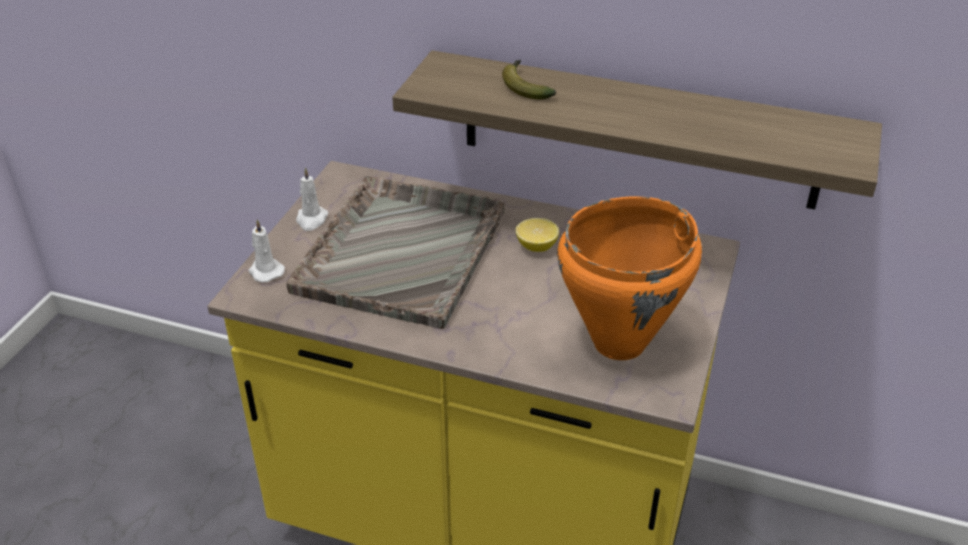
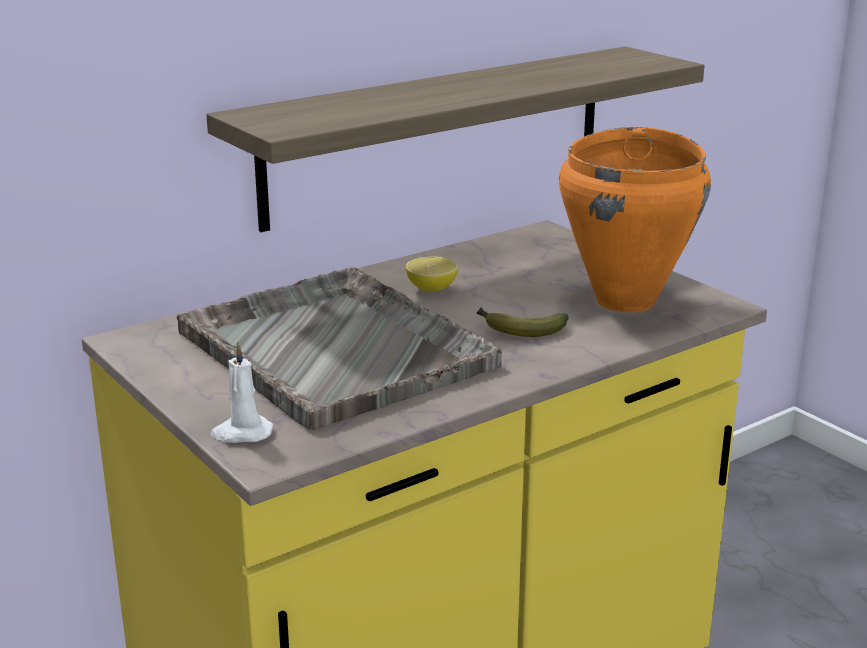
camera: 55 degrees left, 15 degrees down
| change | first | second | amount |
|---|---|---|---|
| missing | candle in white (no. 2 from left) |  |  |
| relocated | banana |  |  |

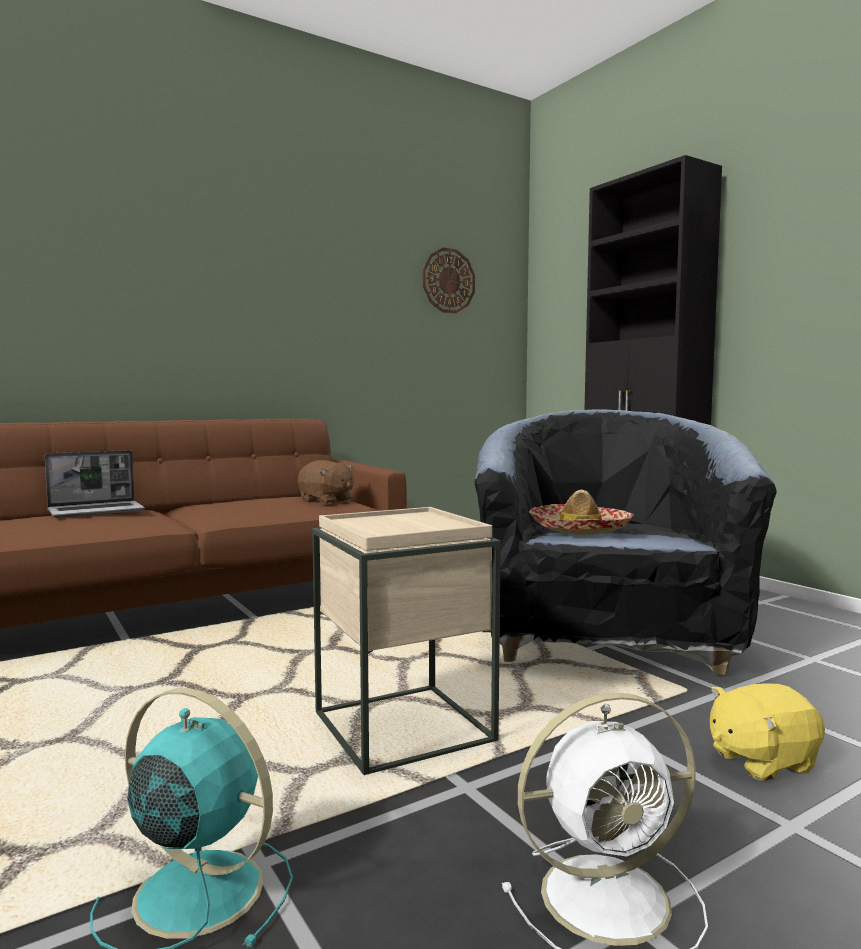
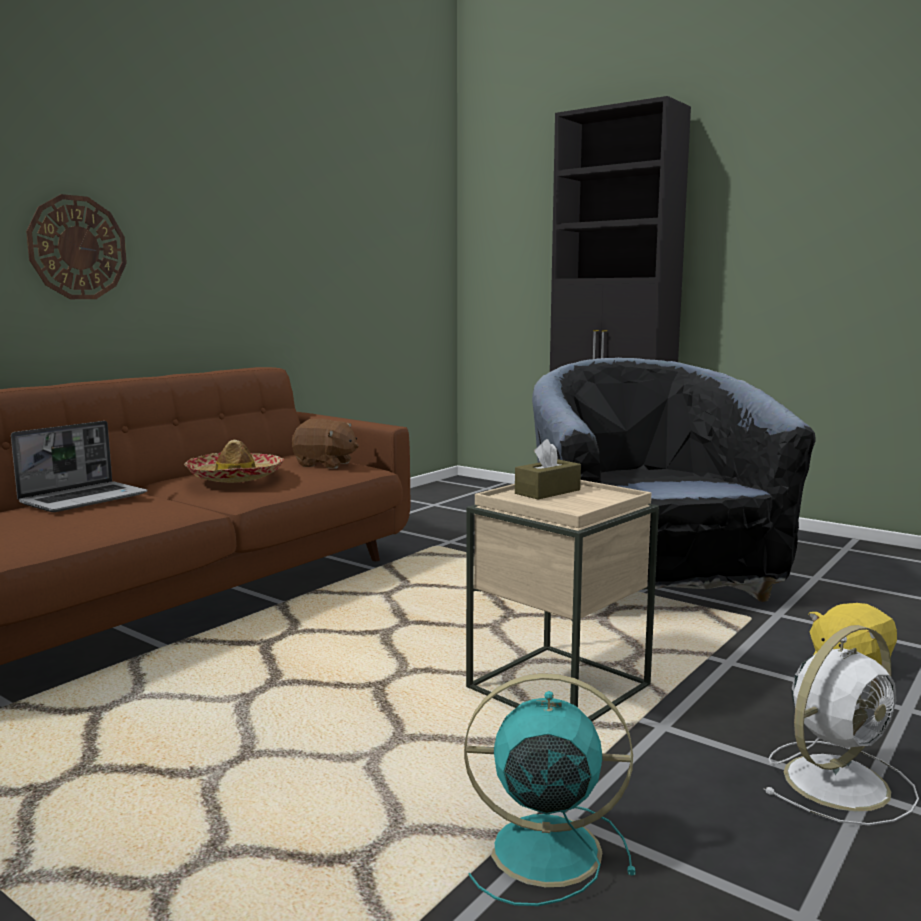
camera: 20 degrees left, 5 degrees up
| change | first | second | amount |
|---|---|---|---|
| relocated | wall clock |  |  |
| relocated | hat |  |  |
| appeared |  | tissue box in brown |  |

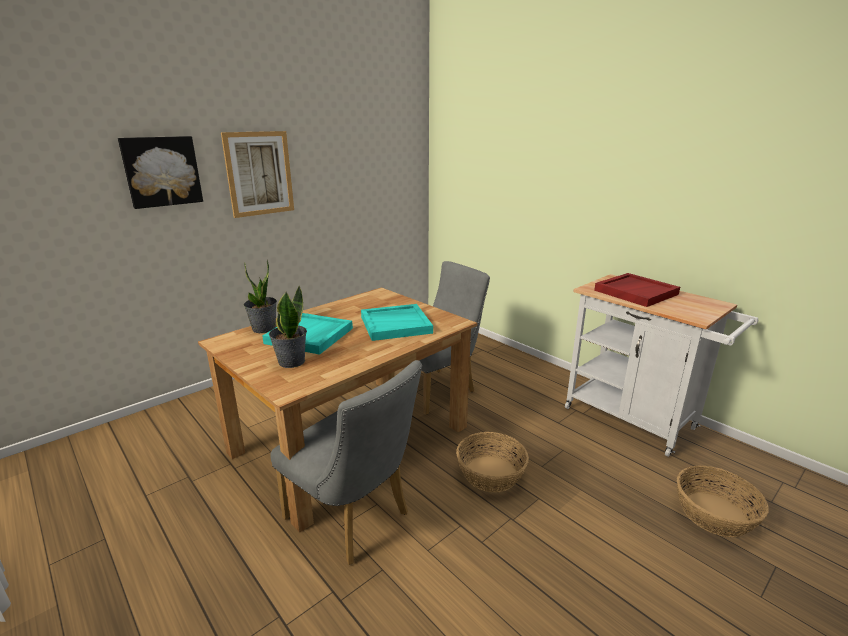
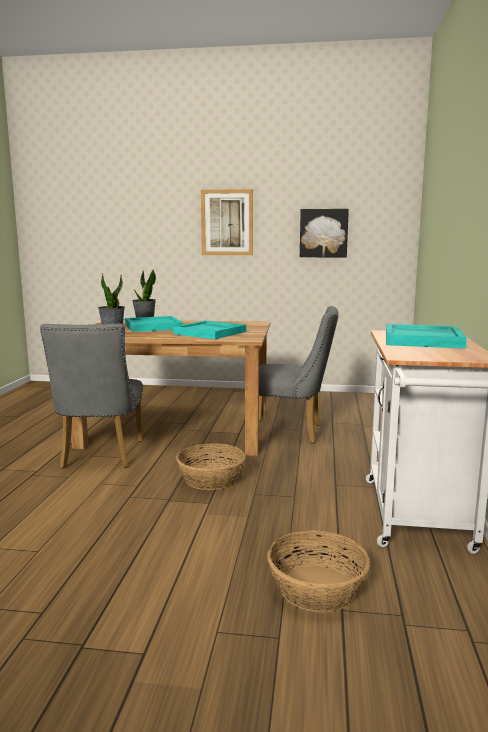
camera: 50 degrees right, 10 degrees down
| change | first | second | amount |
|---|---|---|---|
| relocated | picture (no. 1 from left in the first image) | picture (no. 2 from left) |  |
| colour | tray in red | tray in turquoise (no. 3 from left) |  |

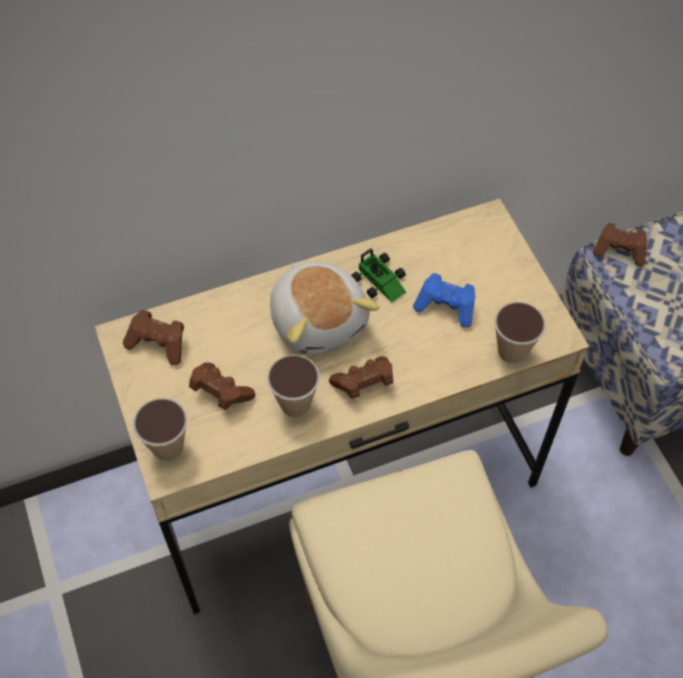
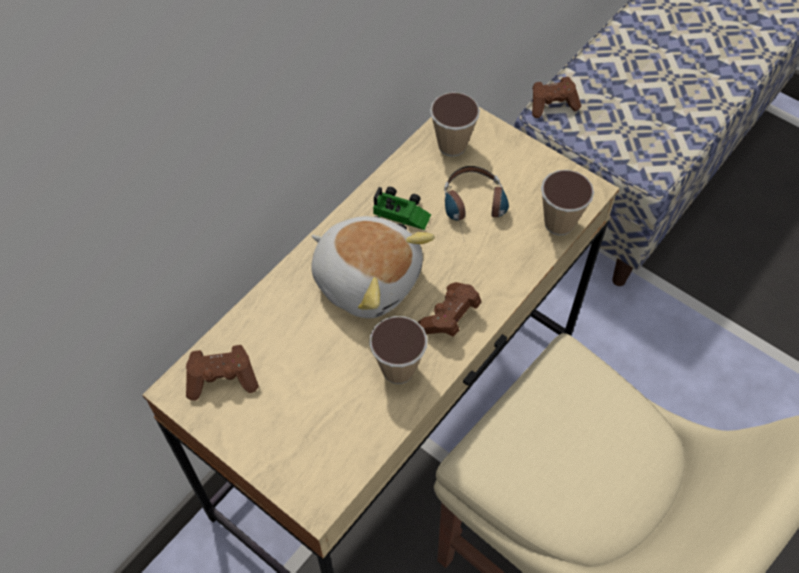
camera: 30 degrees left, 0 degrees up
| change | first | second | amount |
|---|---|---|---|
| relocated | cup (no. 1 from left in the first image) | cup (no. 2 from left) |  |
| missing | game controller in brown (no. 2 from left) |  |  |
| exchanged | game controller in blue | headphones |  |

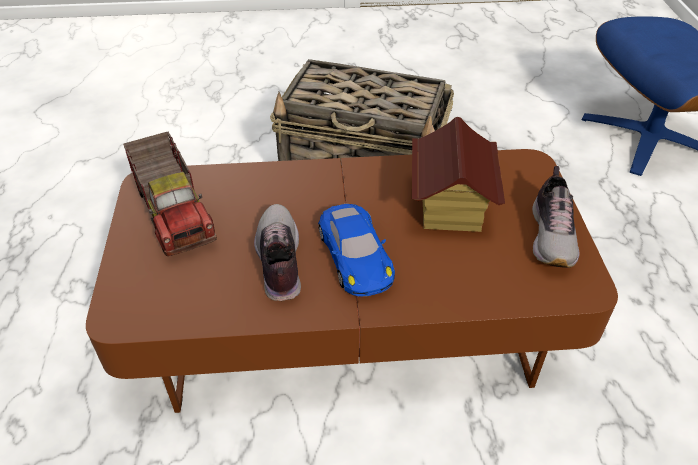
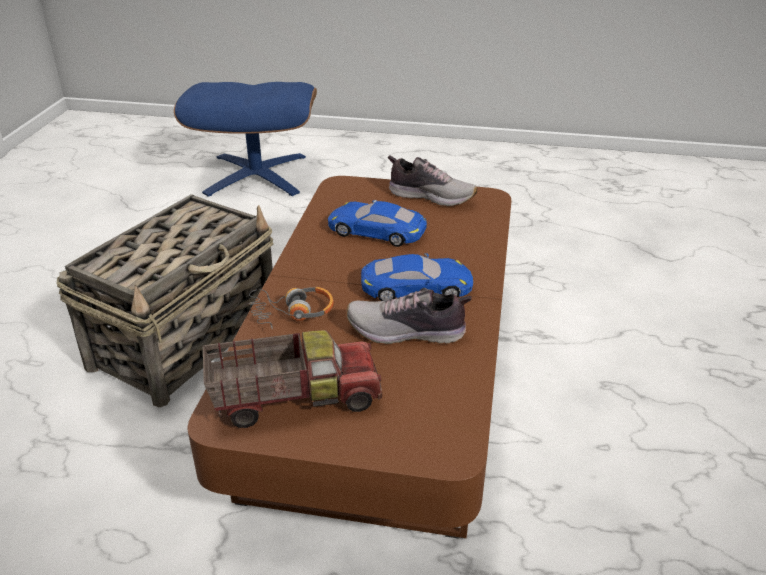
camera: 75 degrees left, 10 degrees down
| change | first | second | amount |
|---|---|---|---|
| exchanged | toy house | toy car in blue (no. 1 from left) |  |
| appeared |  | headphones |  |

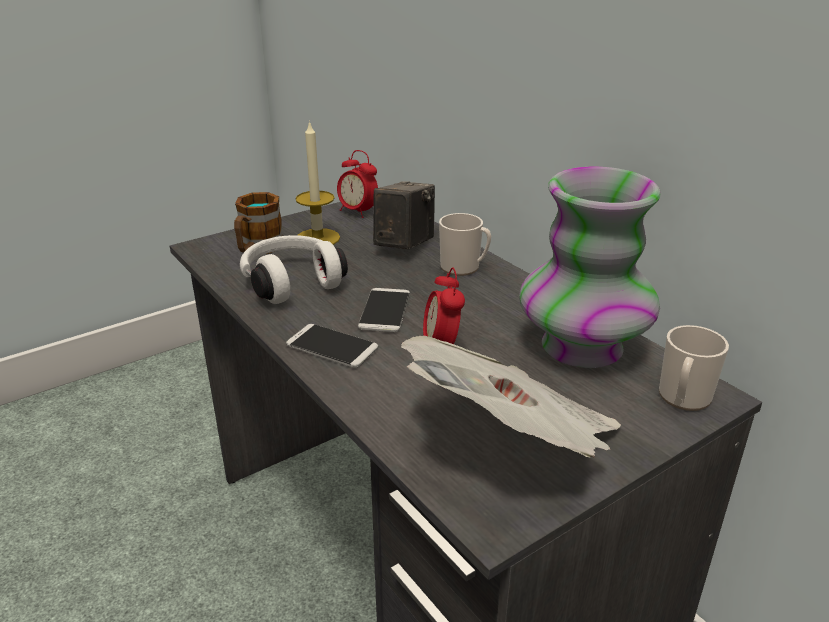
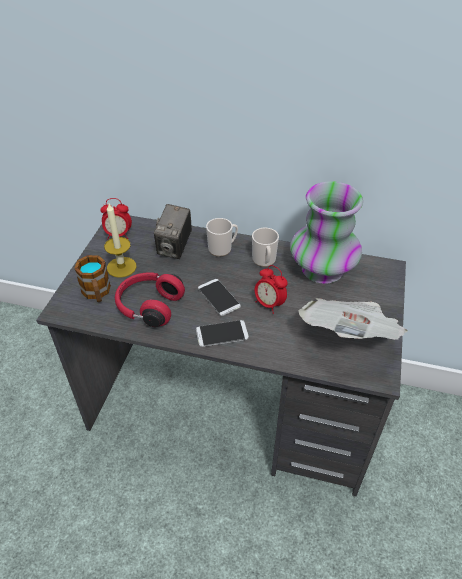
camera: 40 degrees left, 15 degrees up
| change | first | second | amount |
|---|---|---|---|
| colour | headphones in white | headphones in red |  |
| spun | photo camera |  | 150 degrees counterclockwise |
| relocated | mug (no. 3 from left) |  |  |

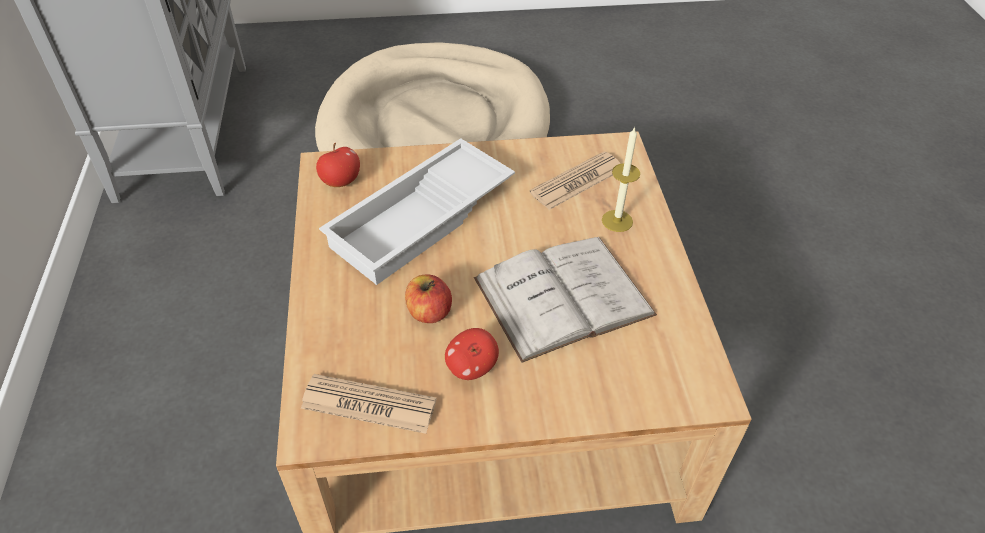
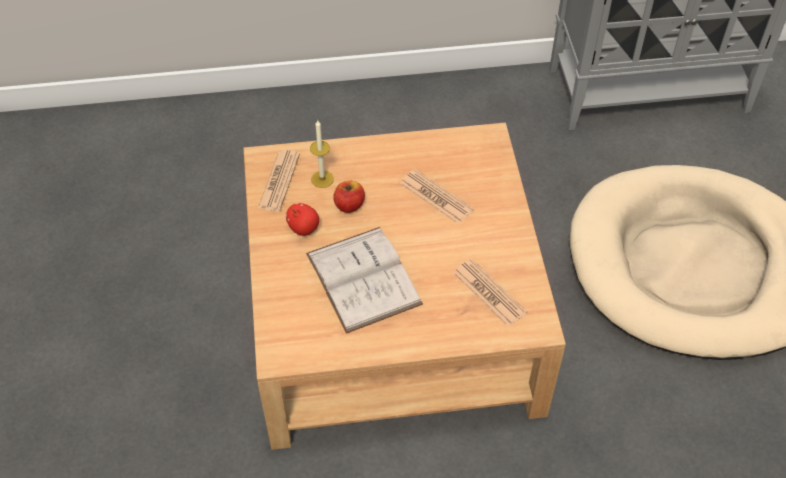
camera: 90 degrees right, 5 degrees up
| change | first | second | amount |
|---|---|---|---|
| missing | apple (no. 1 from left) |  |  |
| exchanged | tray in white | newspaper (no. 2 from left) |  |
| relocated | candle |  |  |

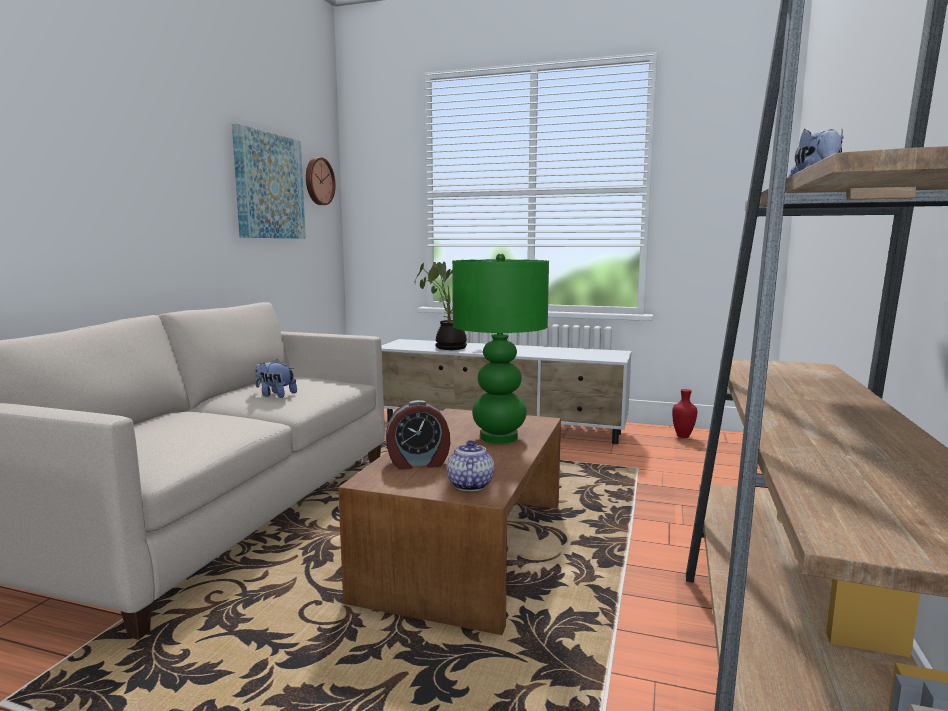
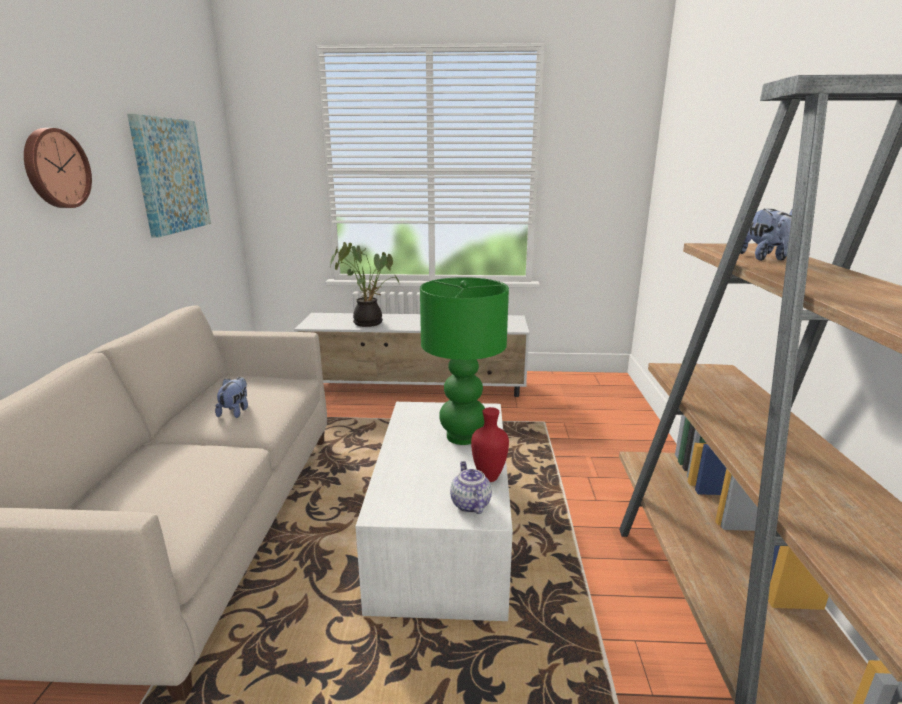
camera: 15 degrees left, 10 degrees up
| change | first | second | amount |
|---|---|---|---|
| spun | plush toy (no. 1 from left) |  | 90 degrees clockwise |
| relocated | wall clock |  |  |
| colour | coffee table in brown | coffee table in white |  |
| missing | alarm clock |  |  |
| relocated | vase in red |  |  |

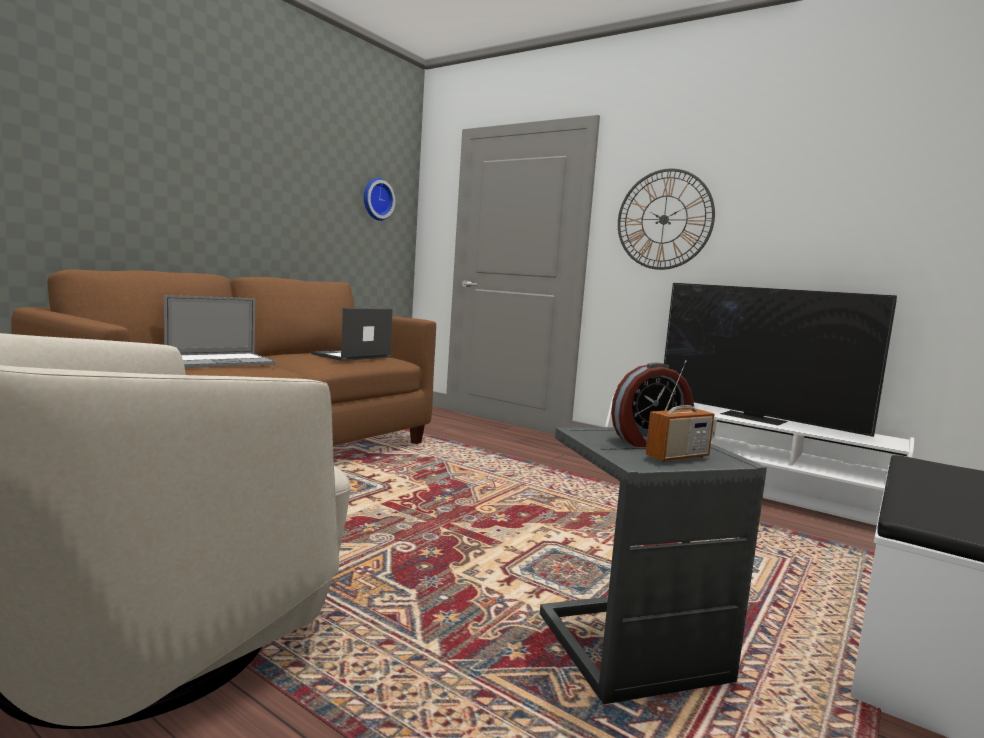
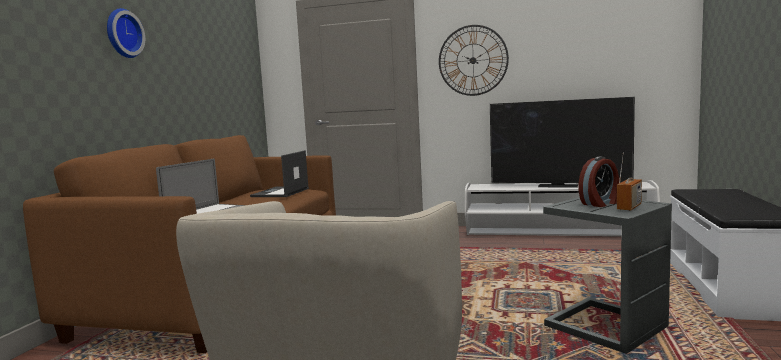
camera: 20 degrees left, 0 degrees up
| change | first | second | amount |
|---|---|---|---|
| relocated | wall clock (no. 1 from left) |  |  |

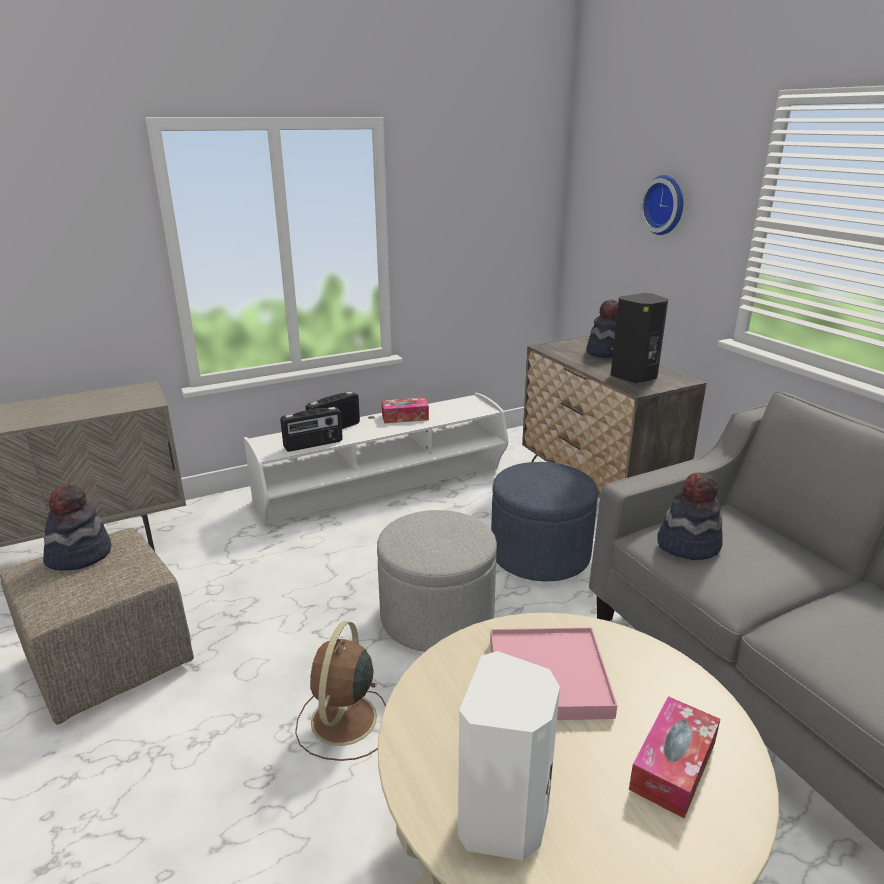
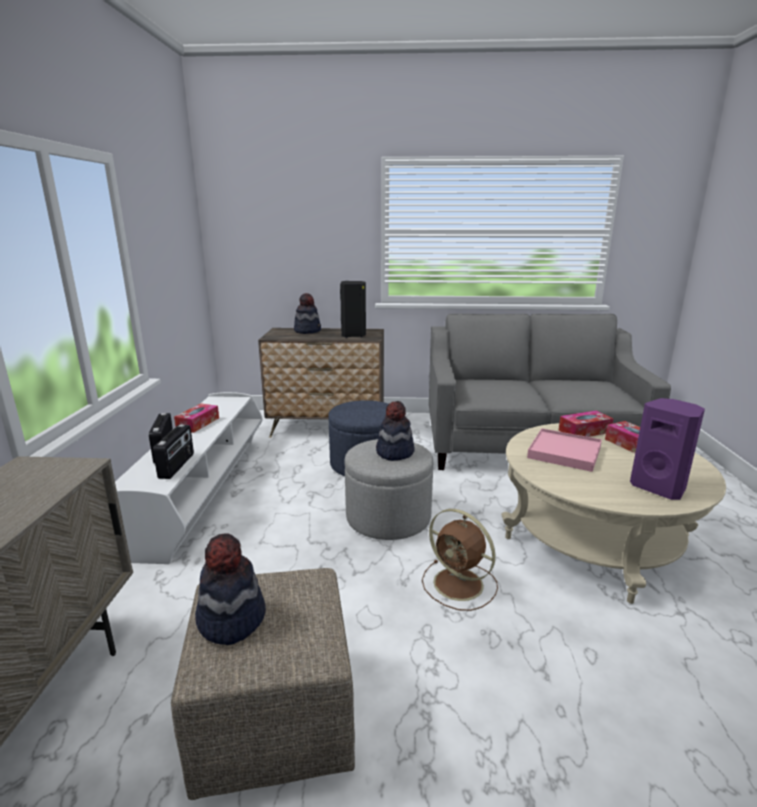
camera: 60 degrees left, 5 degrees down
| change | first | second | amount |
|---|---|---|---|
| colour | speaker in white | speaker in purple |  |
| missing | wall clock |  |  |
| relocated | hat (no. 3 from left) |  |  |
| appeared |  | tissue box (no. 2 from left) |  |

